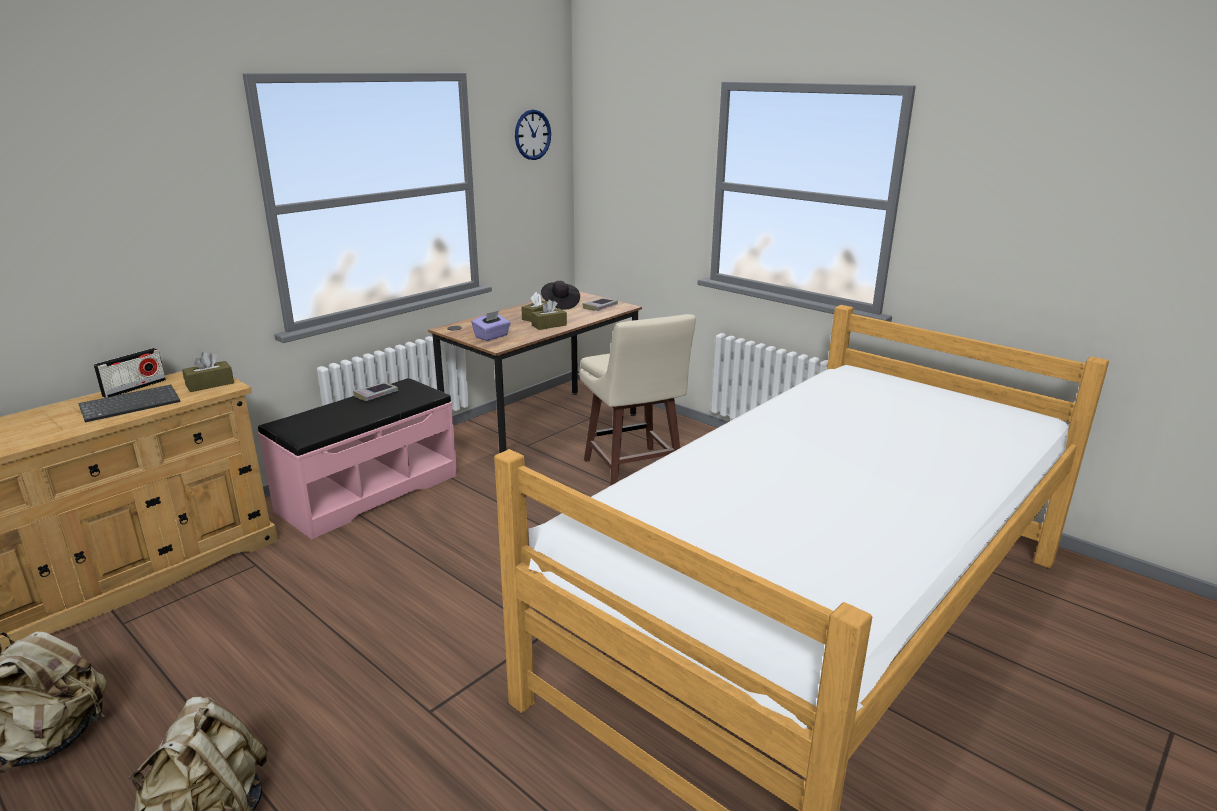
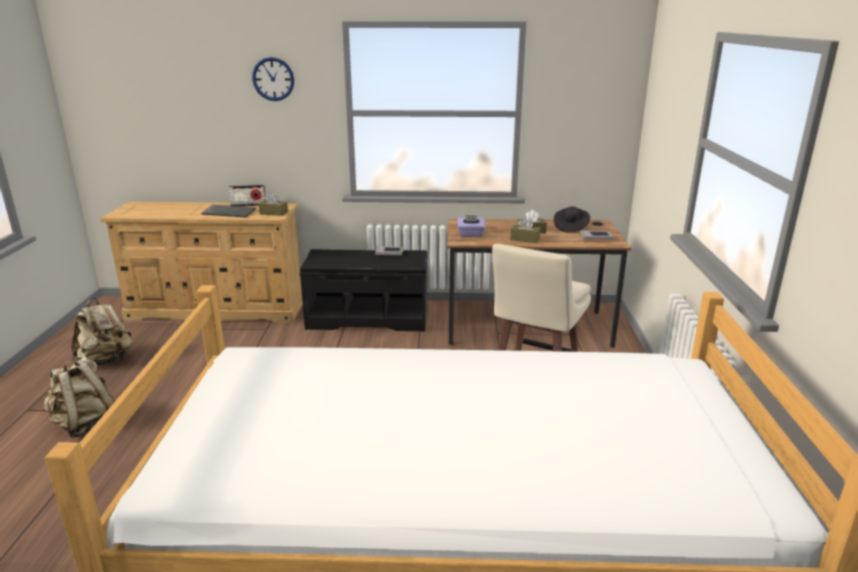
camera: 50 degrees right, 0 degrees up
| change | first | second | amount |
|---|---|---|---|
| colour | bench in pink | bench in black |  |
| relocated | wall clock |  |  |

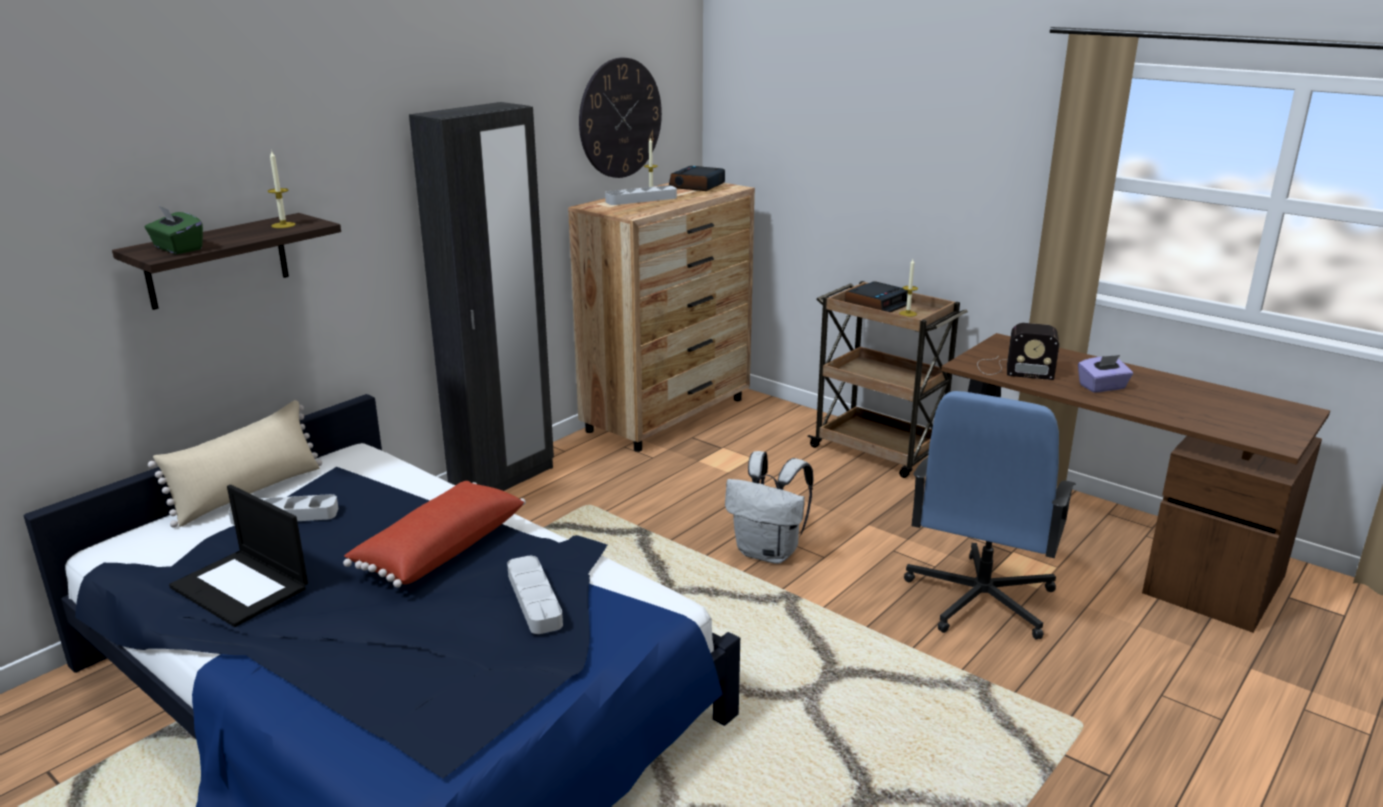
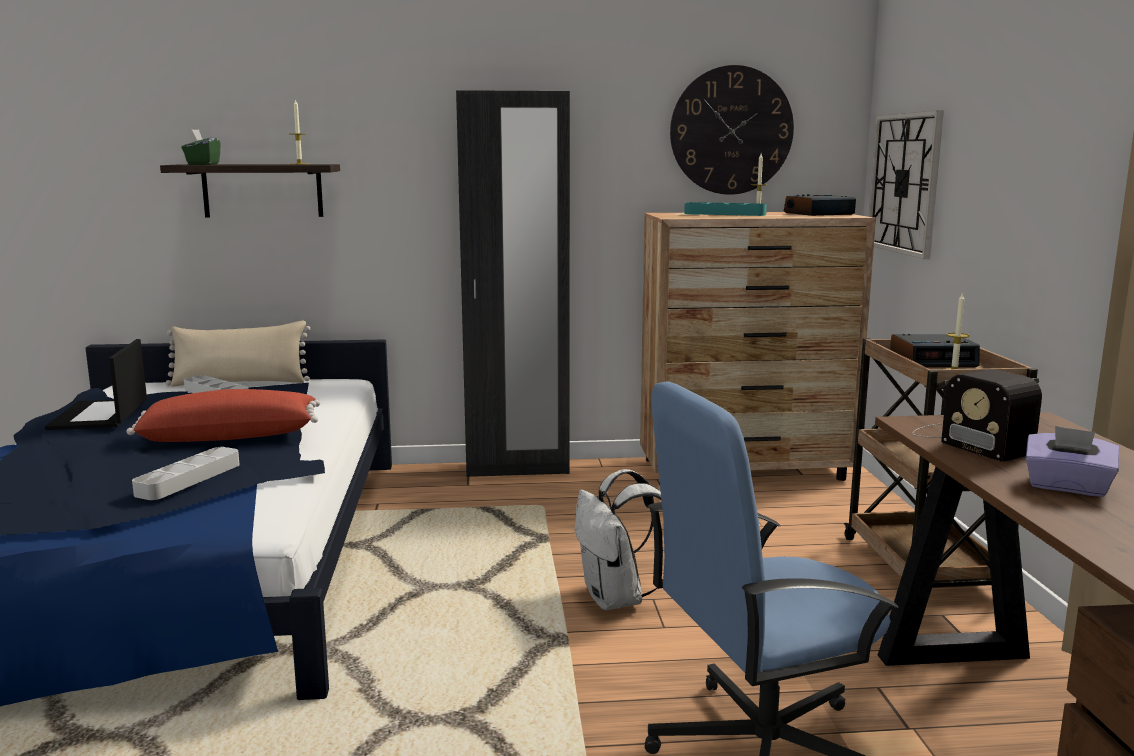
camera: 45 degrees right, 10 degrees down
| change | first | second | amount |
|---|---|---|---|
| colour | tray in grey (no. 3 from left) | tray in turquoise |  |
| appeared |  | wall clock (no. 2 from left) |  |

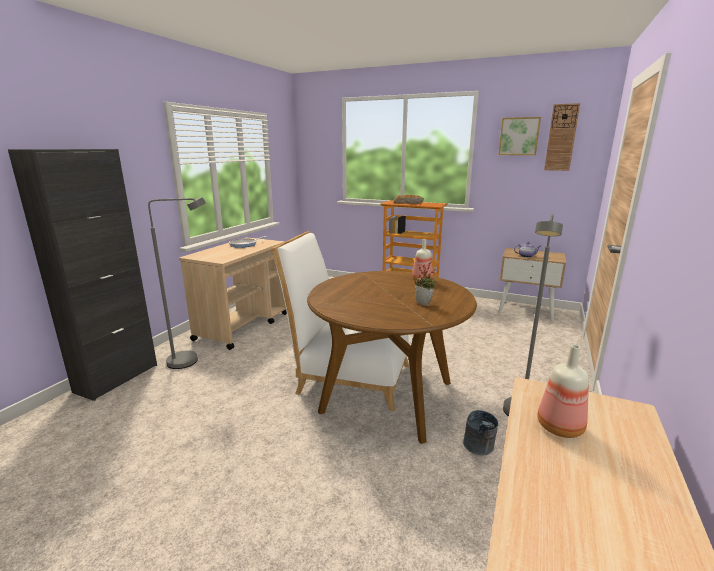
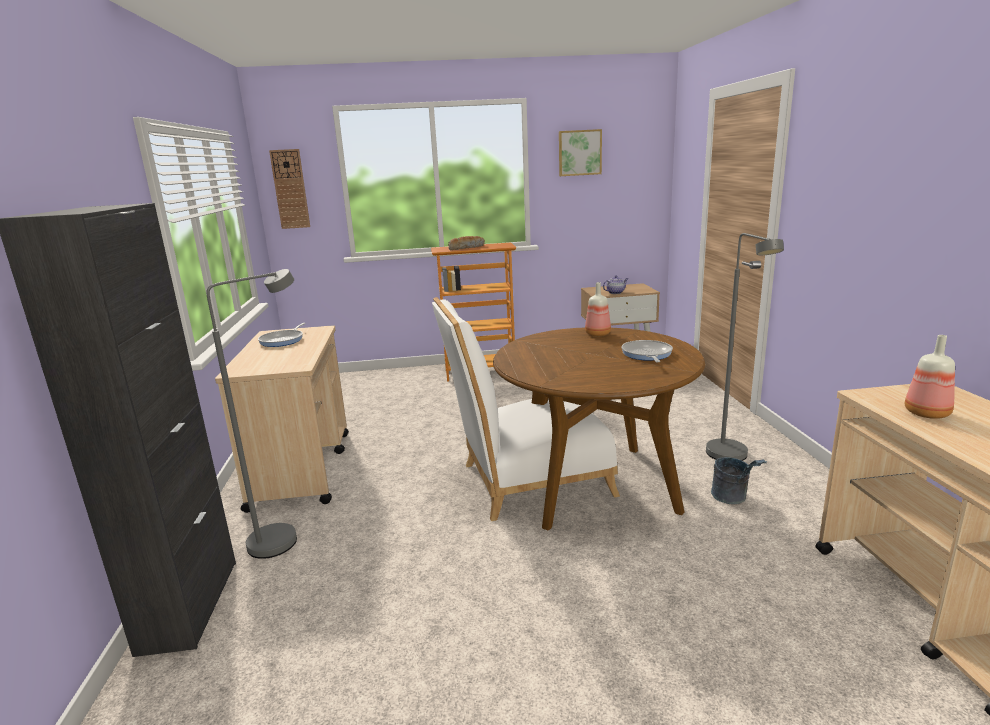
camera: 30 degrees left, 0 degrees up
| change | first | second | amount |
|---|---|---|---|
| exchanged | potted plant | frying pan (no. 2 from left) |  |
| relocated | wall clock |  |  |

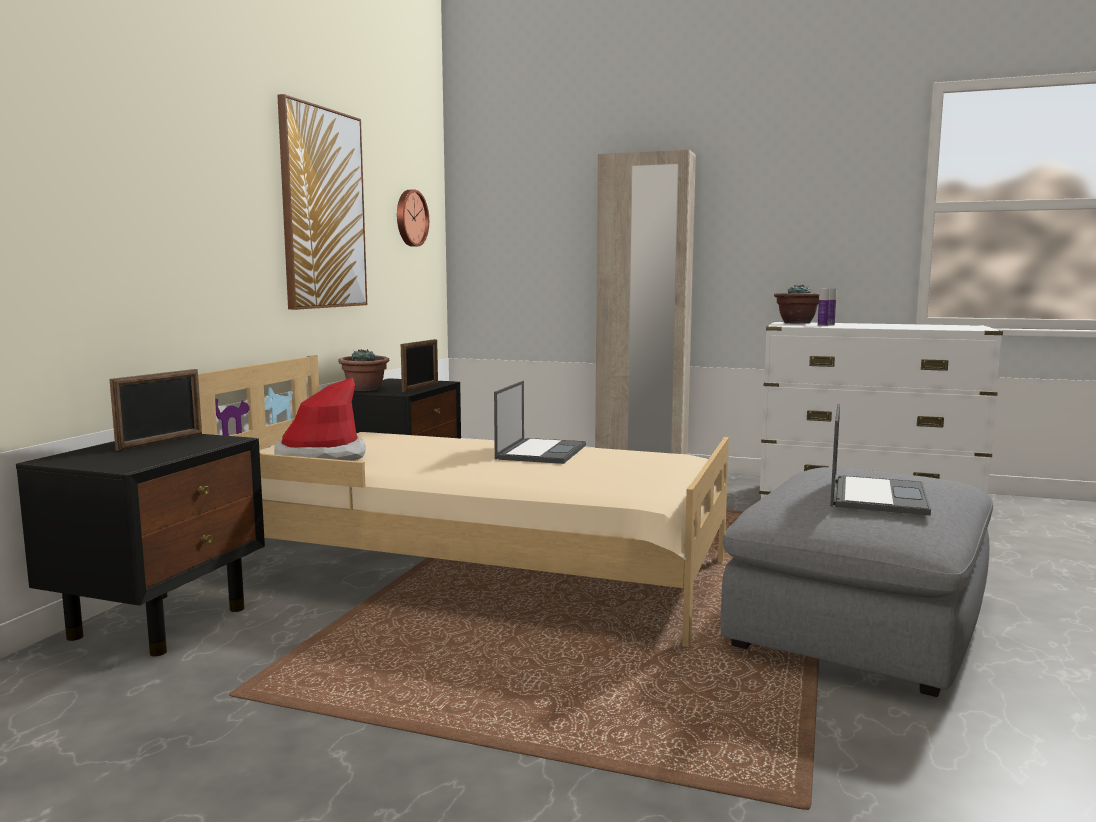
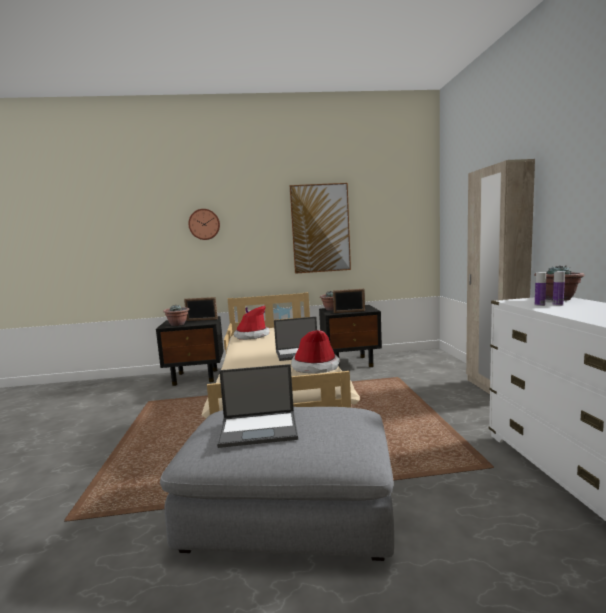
camera: 65 degrees right, 0 degrees up
| change | first | second | amount |
|---|---|---|---|
| relocated | wall clock |  |  |
| appeared |  | potted plant (no. 1 from left) |  |
| appeared |  | hat (no. 2 from left) |  |

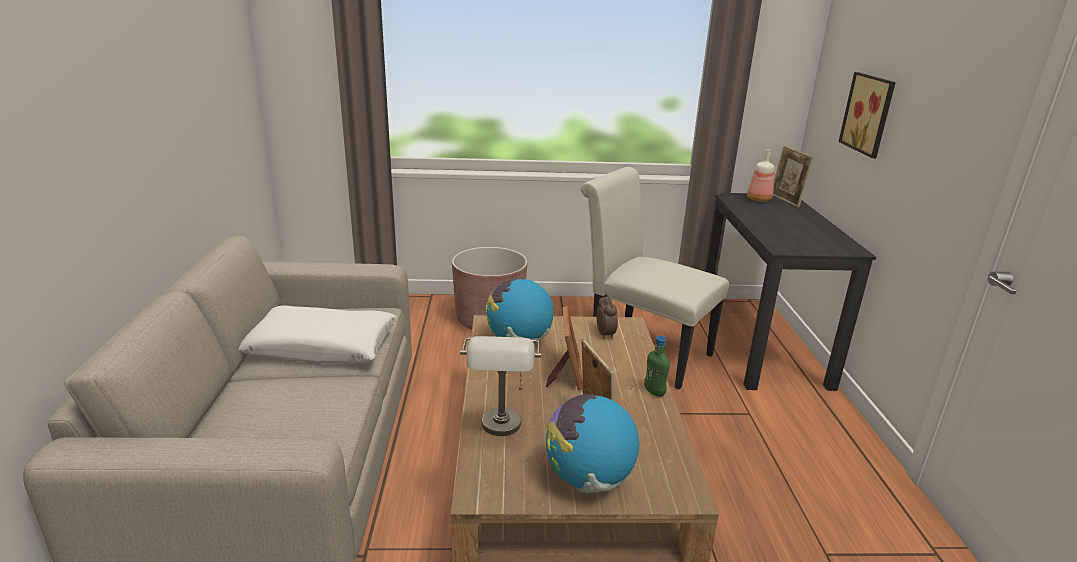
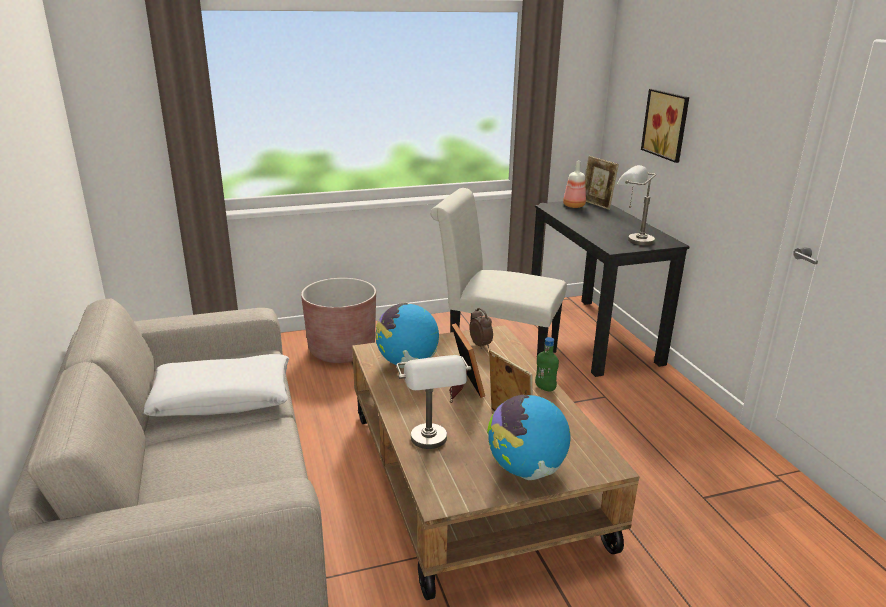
camera: 15 degrees left, 0 degrees up
| change | first | second | amount |
|---|---|---|---|
| appeared |  | table lamp in grey (no. 2 from left) |  |

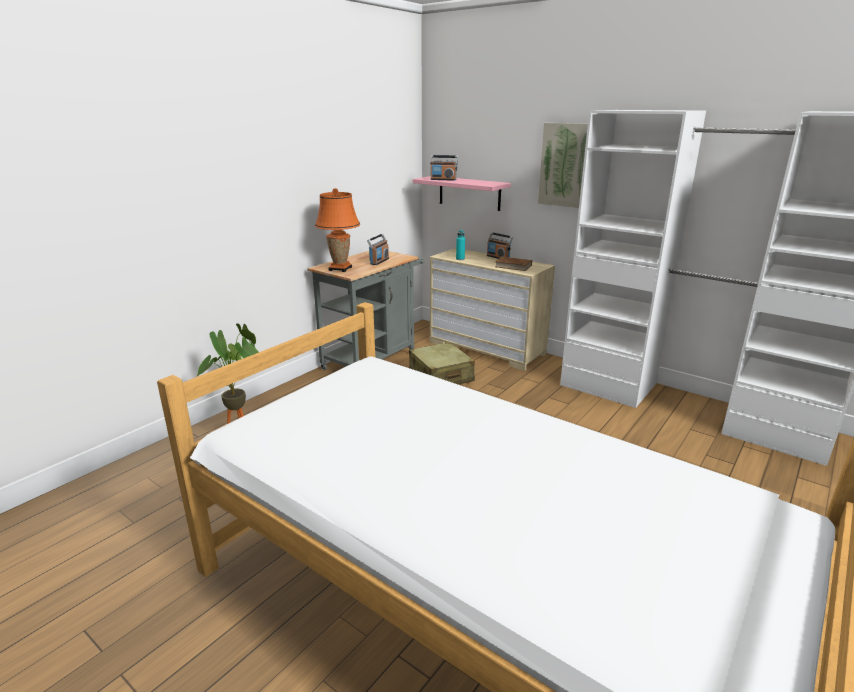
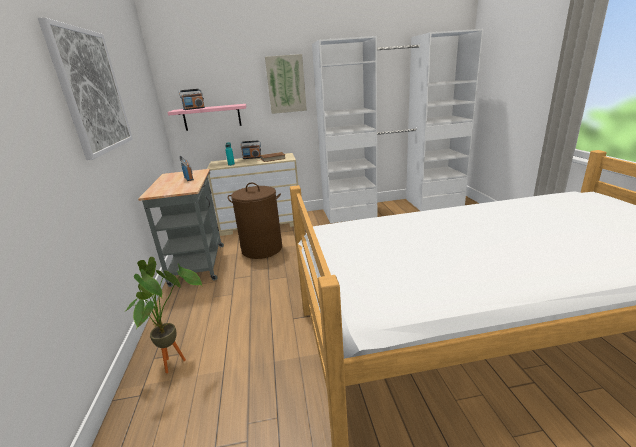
camera: 45 degrees left, 0 degrees up
| change | first | second | amount |
|---|---|---|---|
| missing | table lamp in orange |  |  |
| exchanged | suitcase in beige | laundry basket in brown |  |
| appeared |  | picture (no. 1 from left) |  |

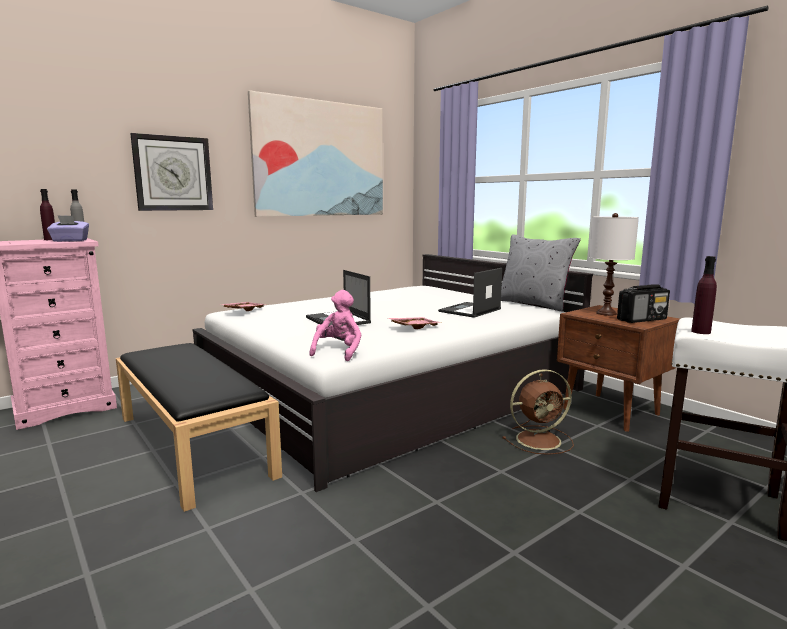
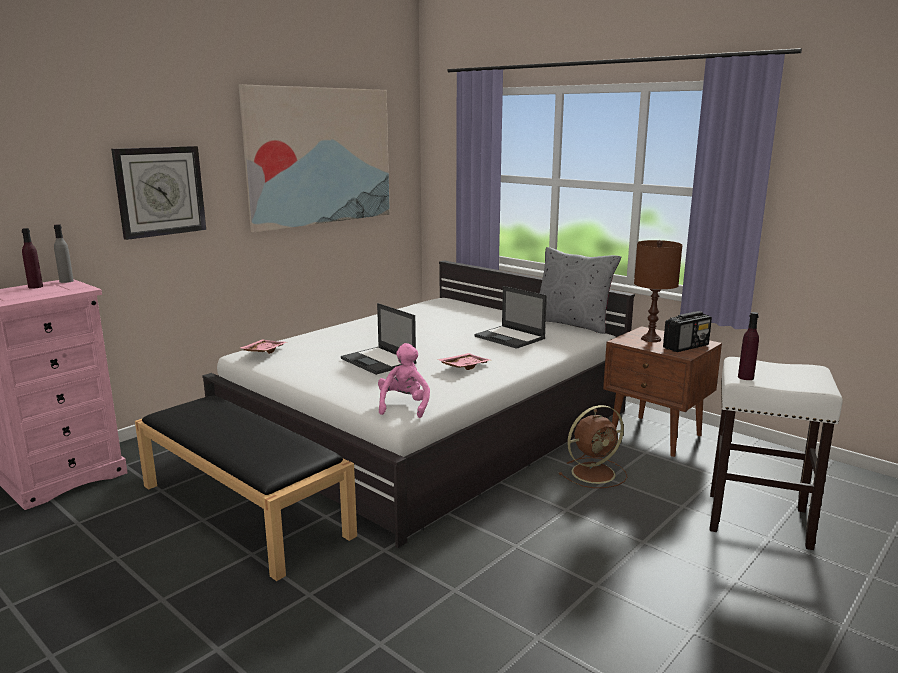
camera: 10 degrees left, 5 degrees up
| change | first | second | amount |
|---|---|---|---|
| missing | tissue box in purple |  |  |
| spun | laptop (no. 2 from left) |  | 75 degrees counterclockwise |
| colour | table lamp in white | table lamp in brown |  |

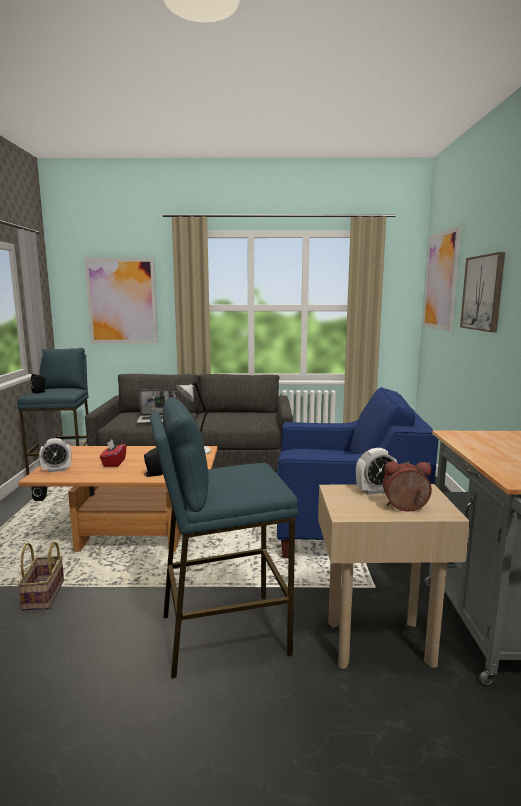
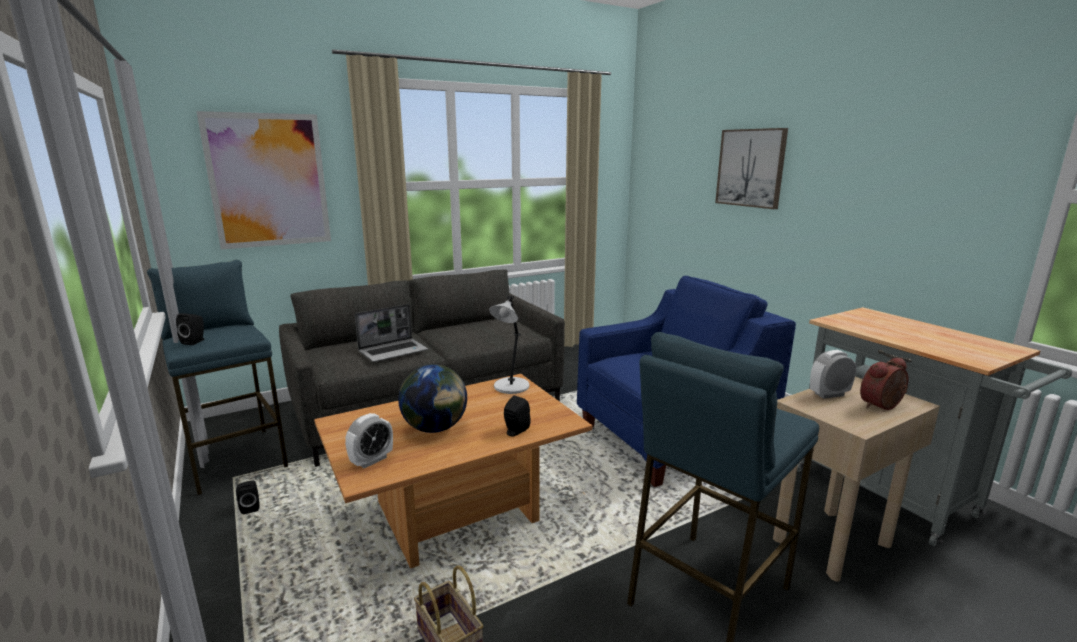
camera: 30 degrees left, 5 degrees up
| change | first | second | amount |
|---|---|---|---|
| exchanged | tissue box in red | globe |  |
| spun | alarm clock (no. 2 from left) |  | 150 degrees counterclockwise |
| missing | picture (no. 2 from left) |  |  |

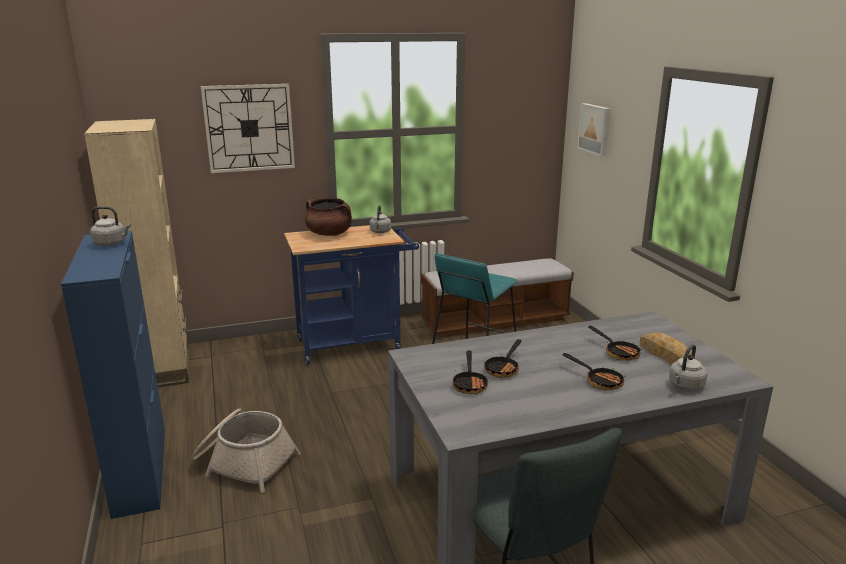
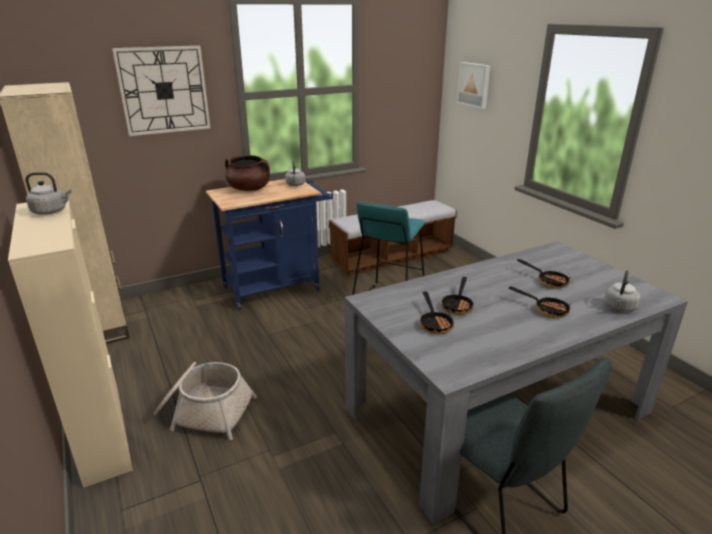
camera: 10 degrees left, 5 degrees up
| change | first | second | amount |
|---|---|---|---|
| colour | cabinet in blue | cabinet in beige |  |
| missing | bread |  |  |

